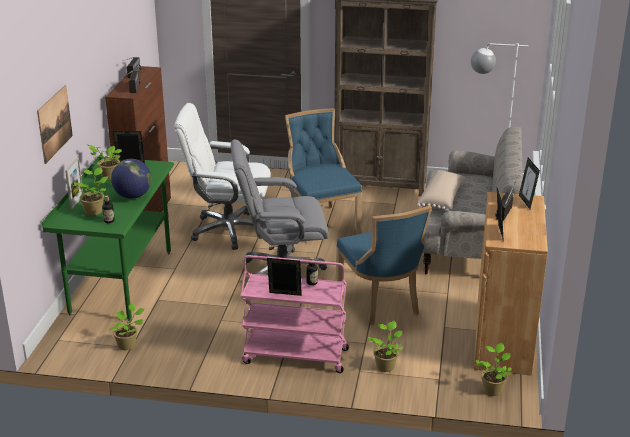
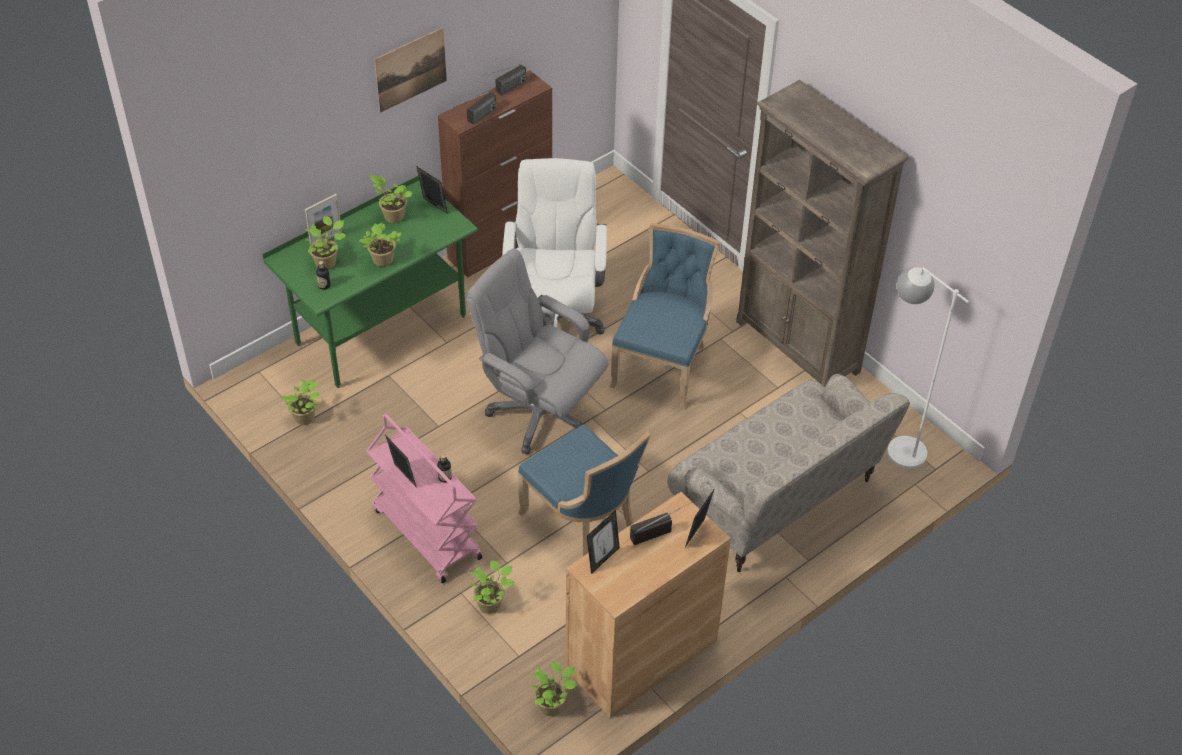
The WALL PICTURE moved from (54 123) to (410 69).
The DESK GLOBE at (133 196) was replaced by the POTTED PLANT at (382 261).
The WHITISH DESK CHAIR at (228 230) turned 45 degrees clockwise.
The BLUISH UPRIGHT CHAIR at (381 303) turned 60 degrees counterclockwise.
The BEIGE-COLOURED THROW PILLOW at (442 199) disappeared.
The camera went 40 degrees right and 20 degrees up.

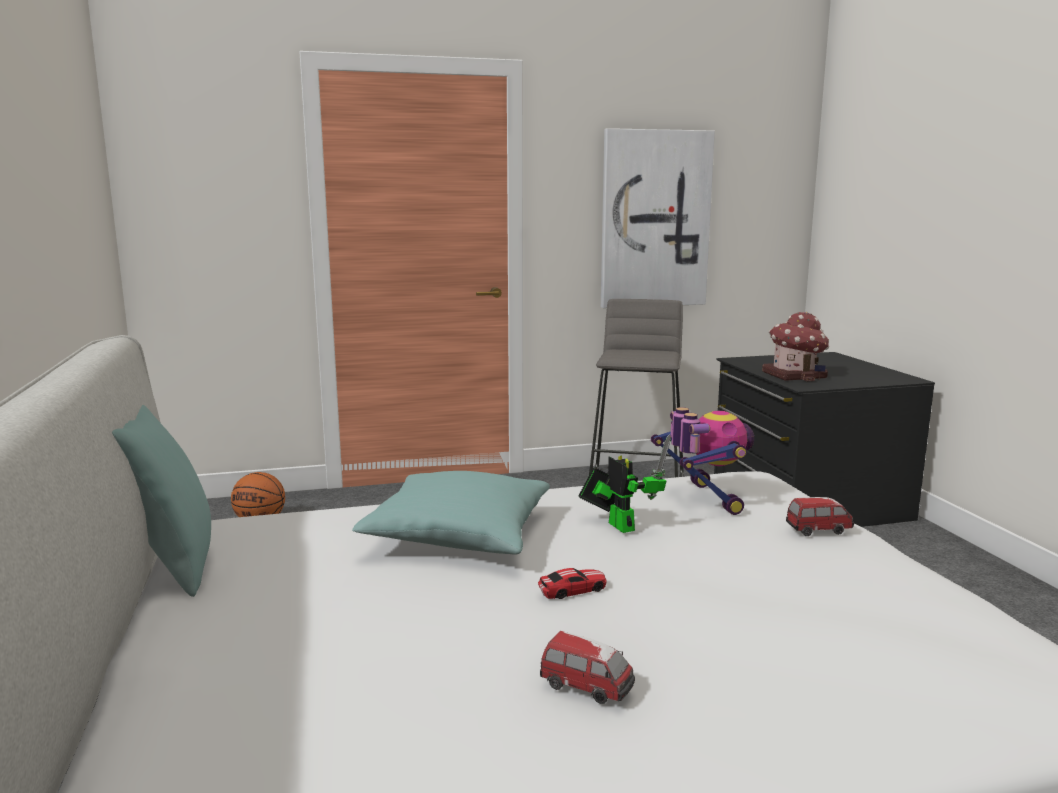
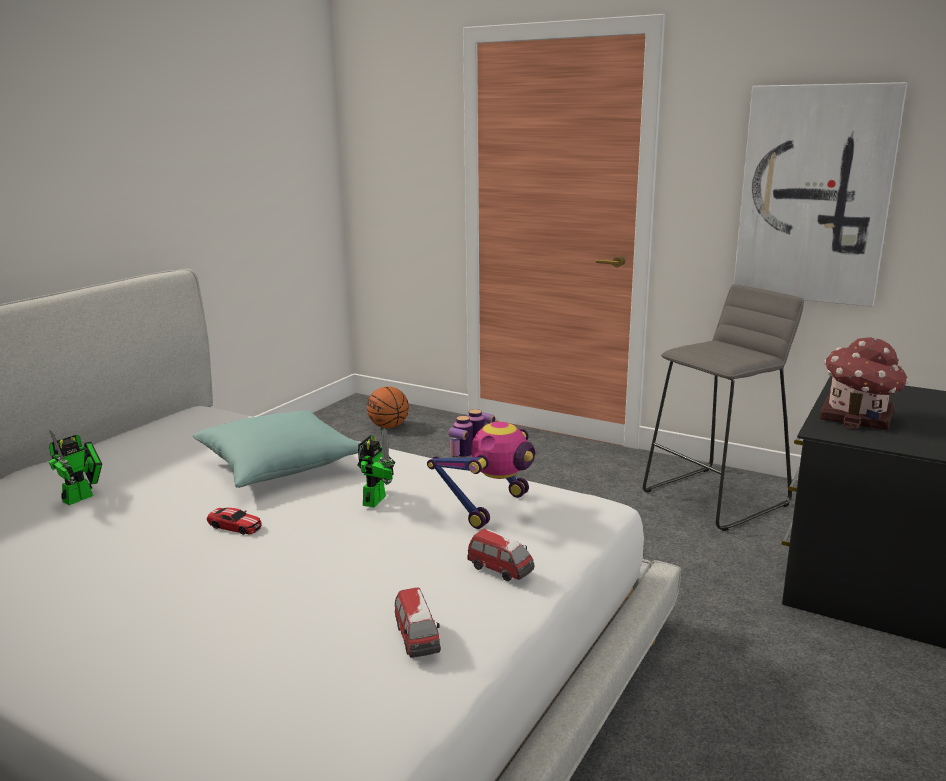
The TURQUOISE THROW PILLOW at (171 562) disappeared.
The MODEL CAR moved from (587 687) to (418 640).
The ROBOT FIGURE at (82 497) appeared.
The camera went 45 degrees right and 5 degrees up.

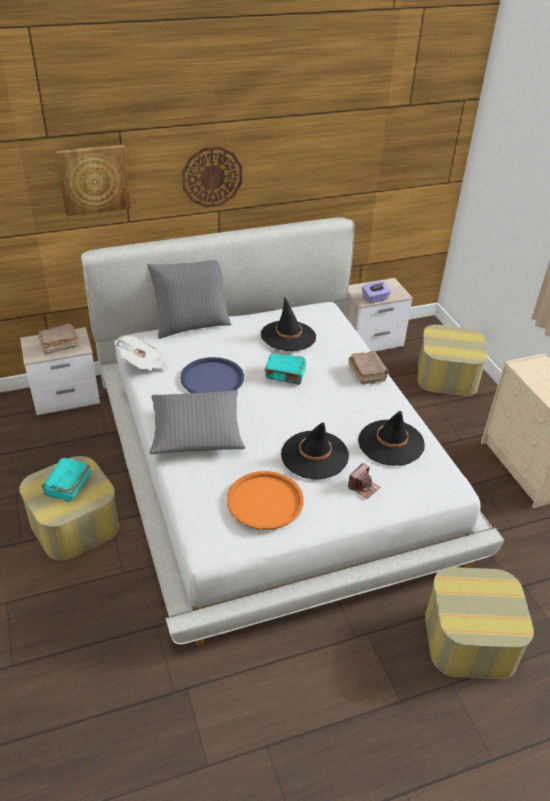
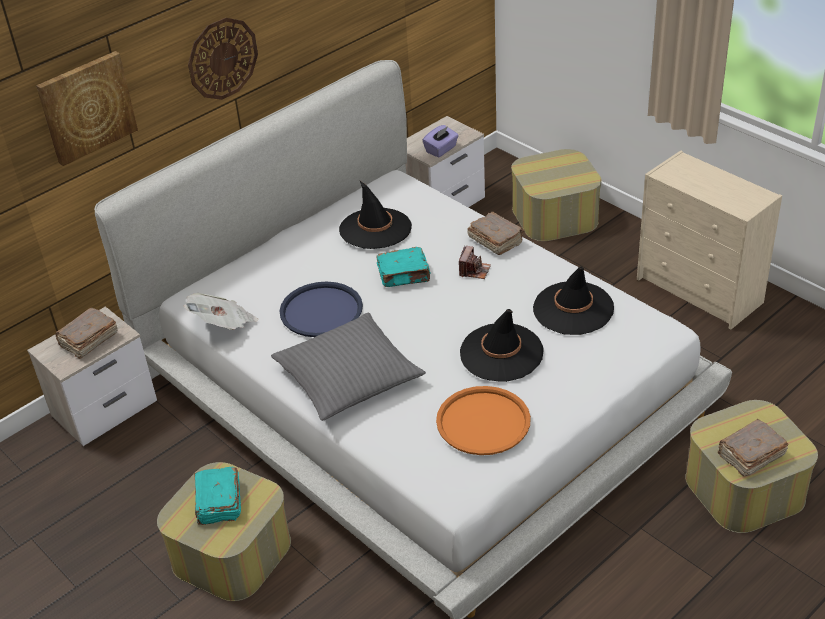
The GREYISH THROW PILLOW at (191 325) disappeared.
The STILL CAMERA moved from (363 487) to (474 270).
The BROWN BOOK at (750 456) appeared.
The camera went 20 degrees left and 0 degrees up.

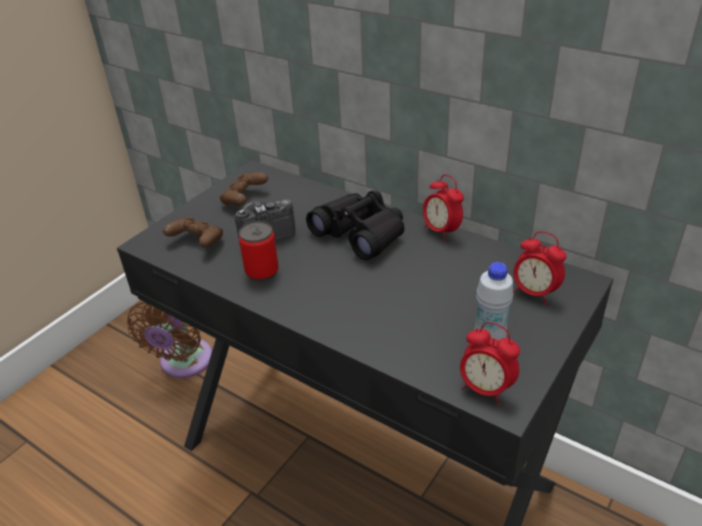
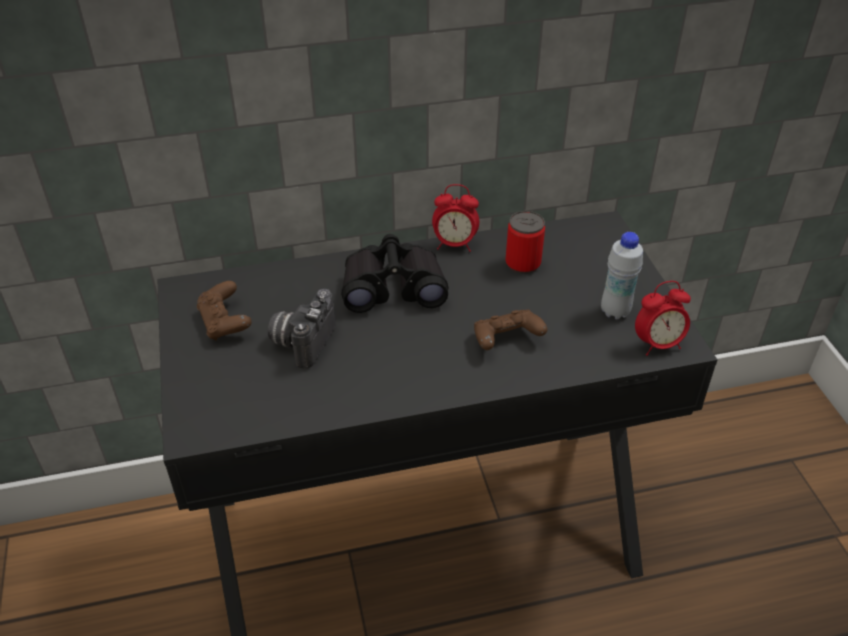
The BROWN COOLING FAN at (184 363) disappeared.
The BROWN GAME CONTROLLER moved from (197 243) to (506 341).
The SEALED CAN moved from (262 271) to (522 264).
The TABLE CLOCK at (534 293) disappeared.
The camera went 50 degrees left and 5 degrees up.

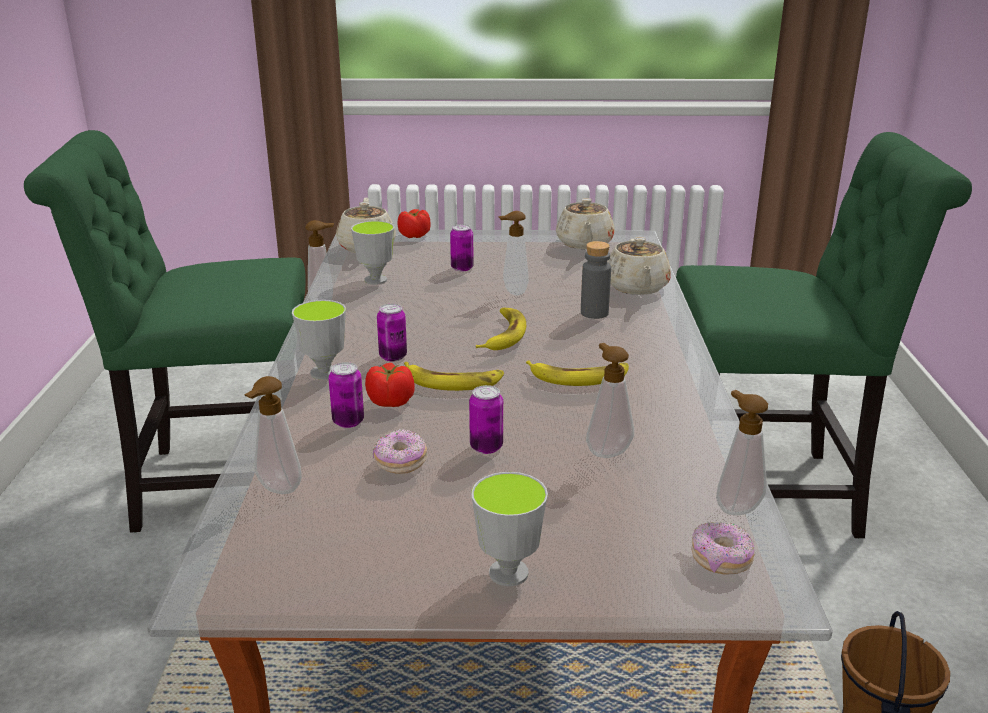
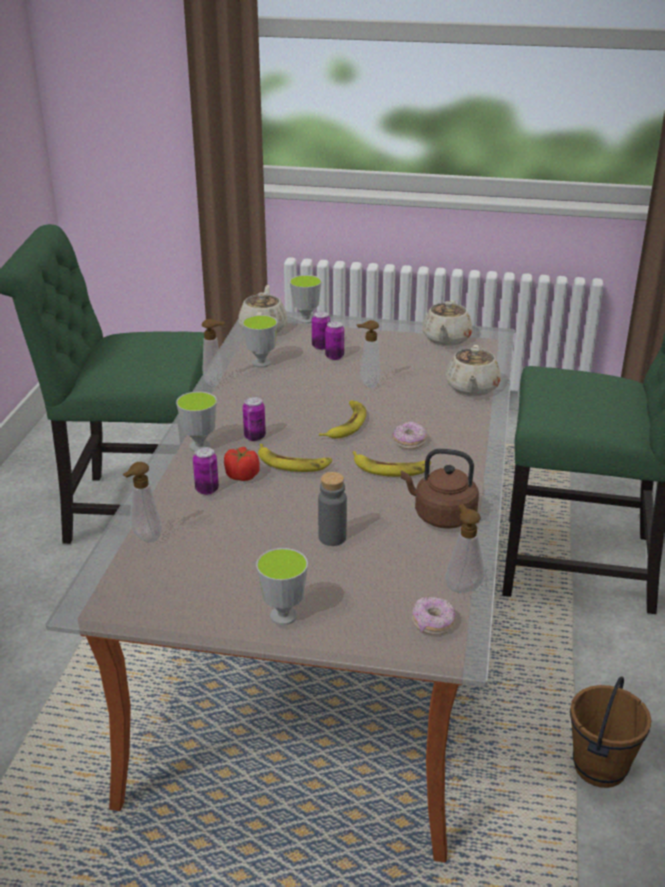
The RING DOUGHNUT moved from (400 462) to (409 442).
The TOMATO at (415 235) was replaced by the DRINKING CUP at (306 319).
The SEALED CAN moved from (486 447) to (321 346).
The GREYISH BOTTLE moved from (594 313) to (332 537).
The SOAP BOTTLE at (607 451) disappeared.
The BROWN WATER KETTLE at (441 516) appeared.
The camera went 10 degrees right and 5 degrees up.

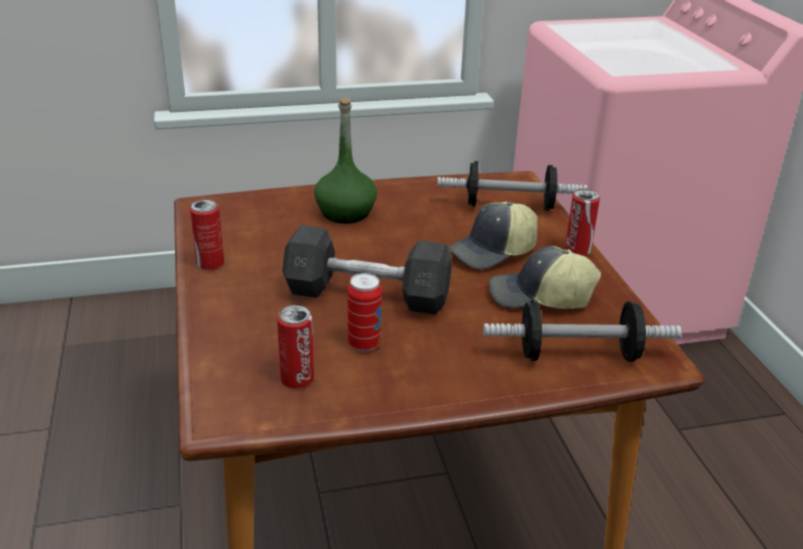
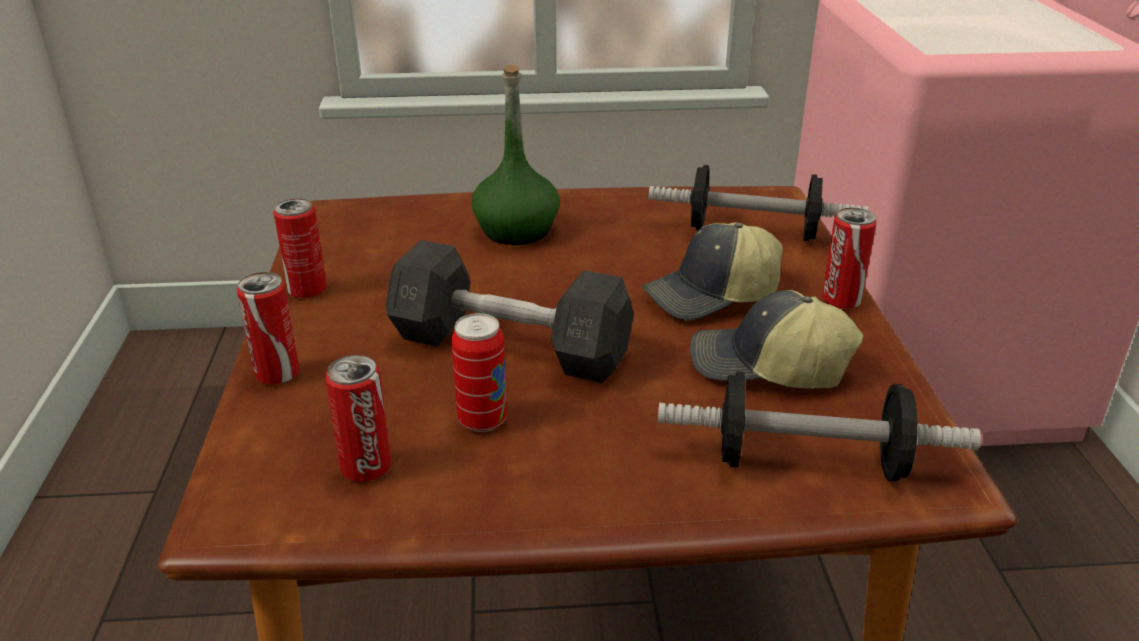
The SEALED CAN at (277 374) appeared.
The camera went 10 degrees right and 0 degrees up.

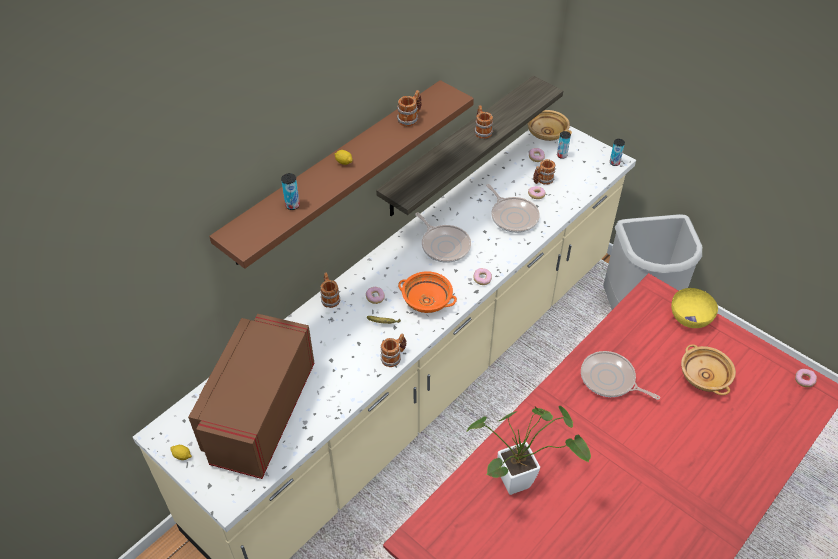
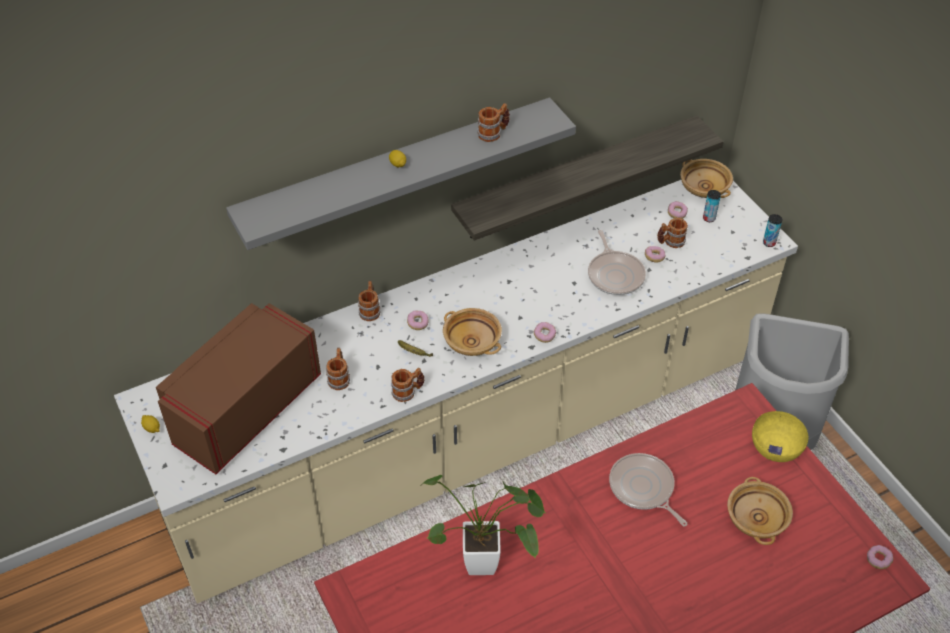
The BROWN SHELF at (336 171) became the GREYISH SHELF at (396 172).
The SEALED CAN at (292 205) disappeared.
The ORANGE-COLOURED SERVING BOWL at (427 300) became the BEIGE-COLOURED SERVING BOWL at (472 342).
The FRYING PAN at (444 245) disappeared.
The MUG moved from (482 131) to (339 377).
The camera went 20 degrees right and 0 degrees up.

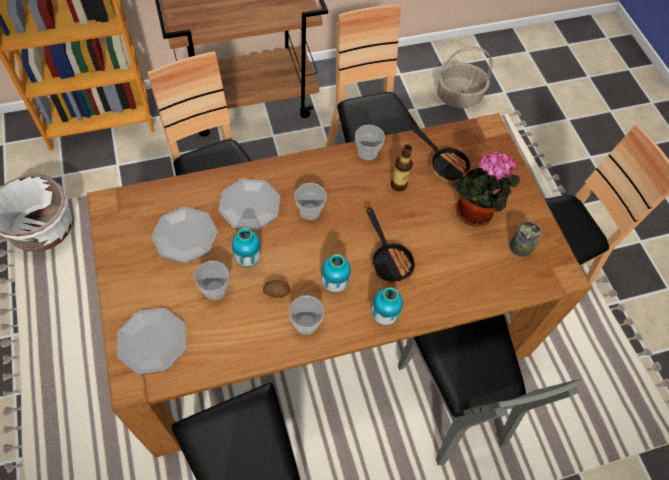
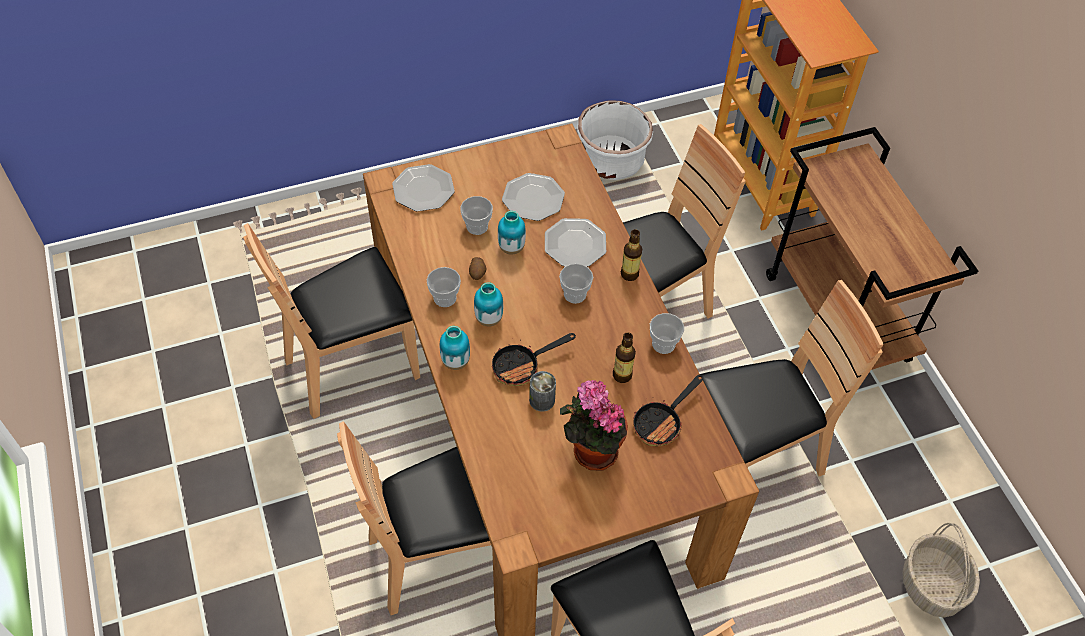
The GREYISH UPRIGHT CHAIR at (452 401) became the BROWN UPRIGHT CHAIR at (441 556).
The SEALED CAN moved from (520 247) to (542 400).
The BOTTLE at (629 274) appeared.
The camera went 90 degrees right and 5 degrees down.

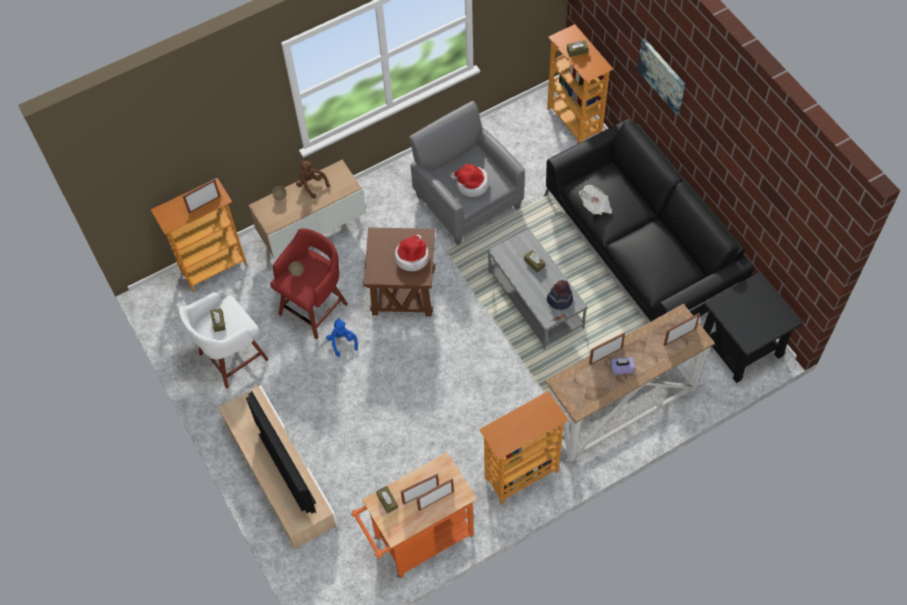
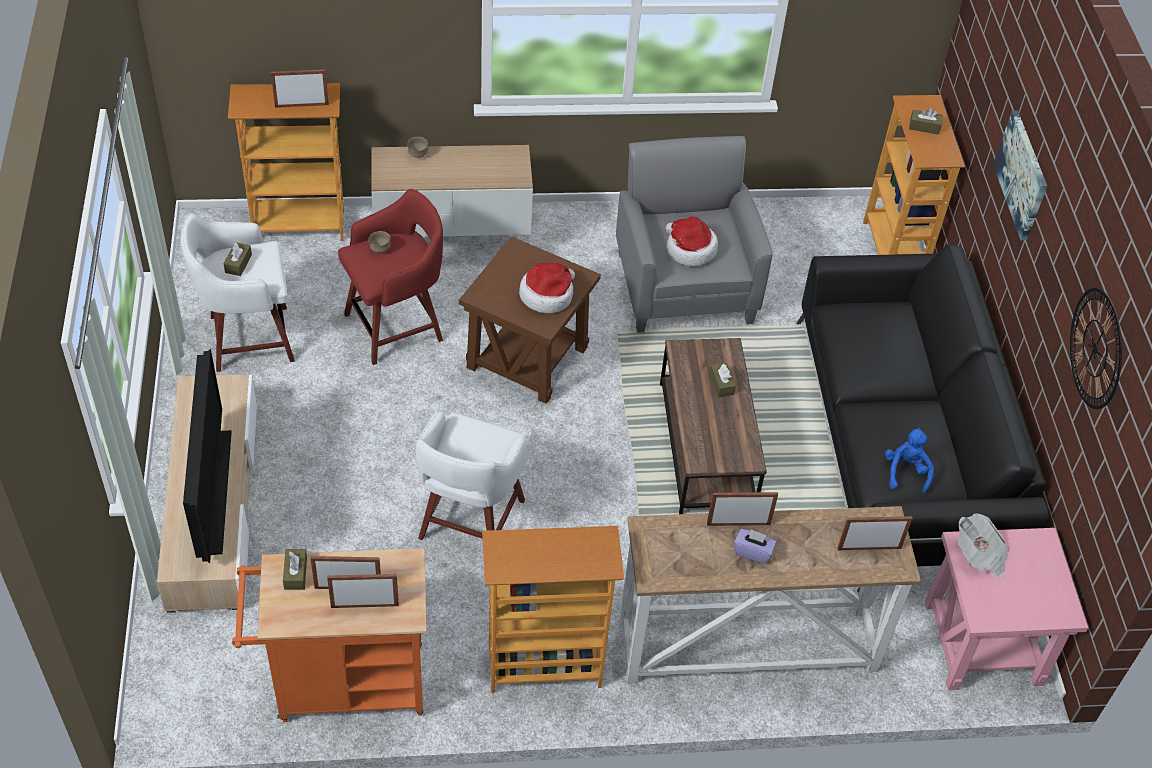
The BROWN CUDDLY TOY at (311 185) disappeared.
The BLUISH CUDDLY TOY moved from (342 342) to (906 472).
The GREYISH COFFEE TABLE at (536 299) became the BROWN COFFEE TABLE at (707 446).
The CLOTHING HAT at (559 300) disappeared.
The NEWSPAPER moved from (595 206) to (980 555).
The BLACKISH SIDE TABLE at (741 346) became the PINKISH SIDE TABLE at (984 643).
The WHITISH STOOL at (470 522) appeared.
The WALL CLOCK at (1095 348) appeared.
The camera went 20 degrees right and 10 degrees down.

